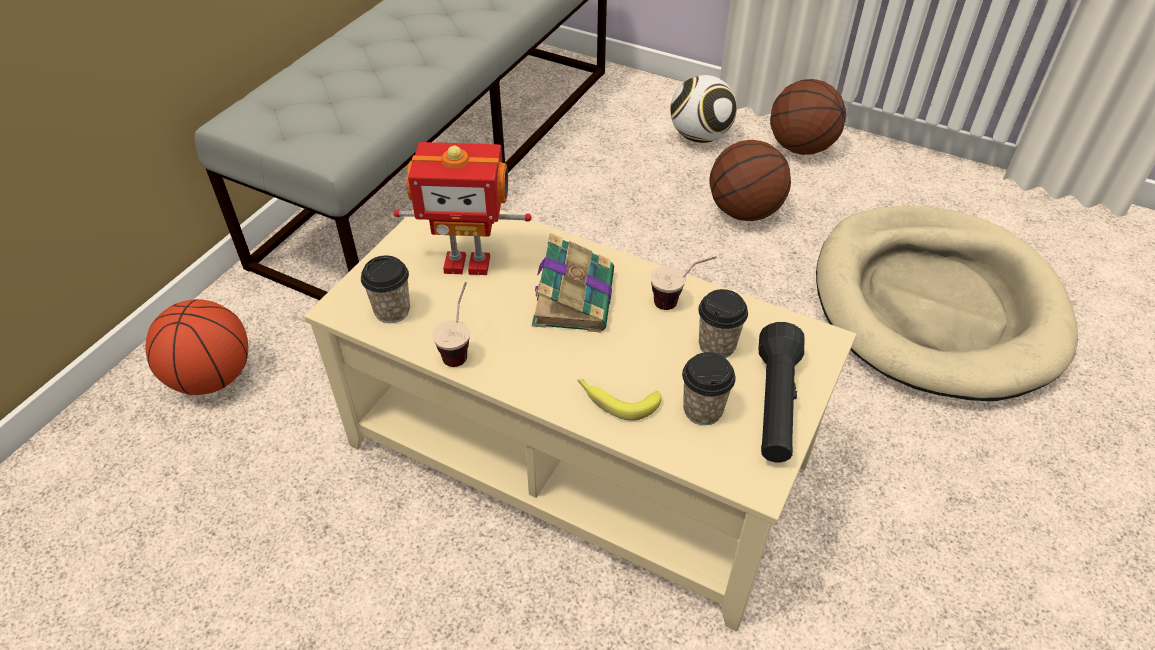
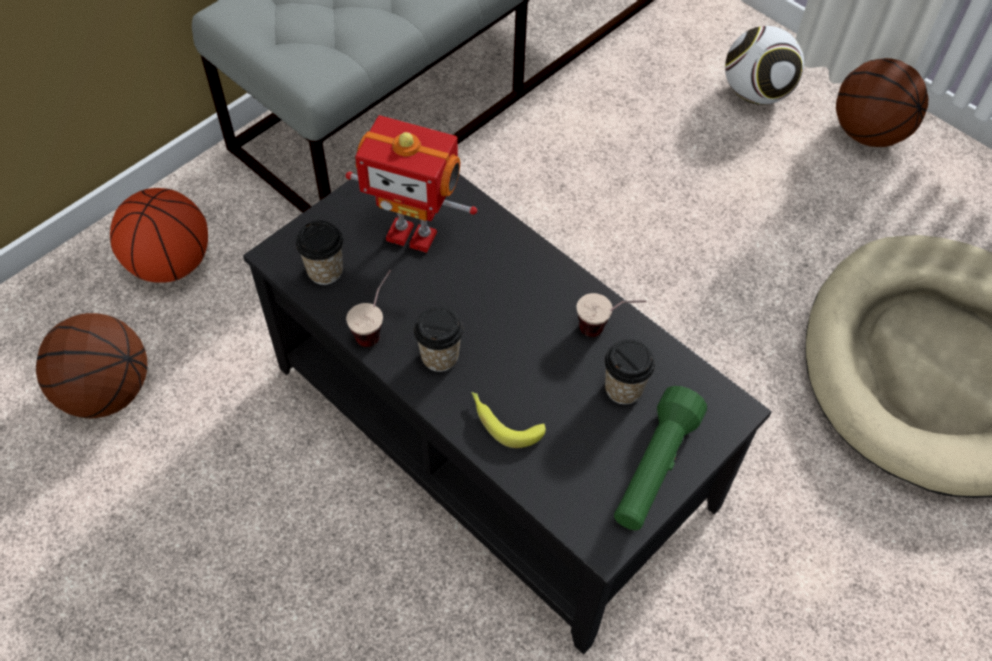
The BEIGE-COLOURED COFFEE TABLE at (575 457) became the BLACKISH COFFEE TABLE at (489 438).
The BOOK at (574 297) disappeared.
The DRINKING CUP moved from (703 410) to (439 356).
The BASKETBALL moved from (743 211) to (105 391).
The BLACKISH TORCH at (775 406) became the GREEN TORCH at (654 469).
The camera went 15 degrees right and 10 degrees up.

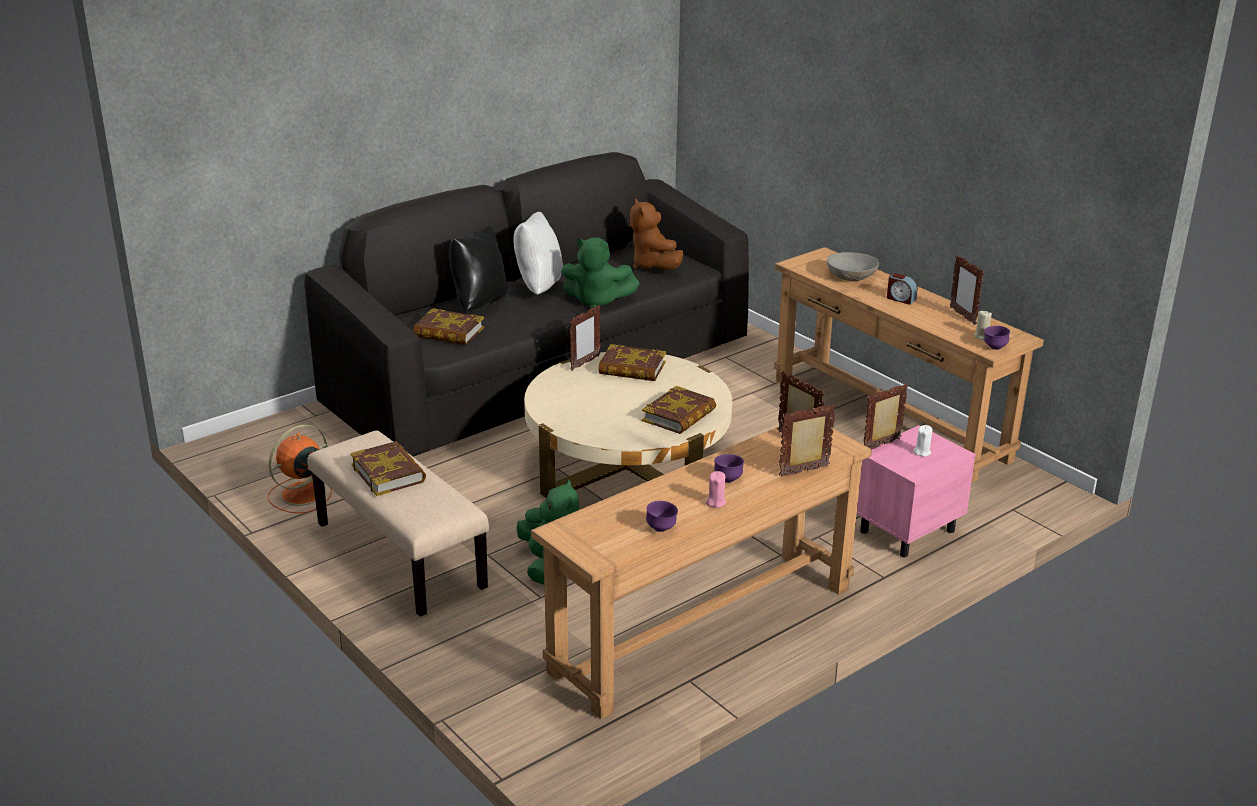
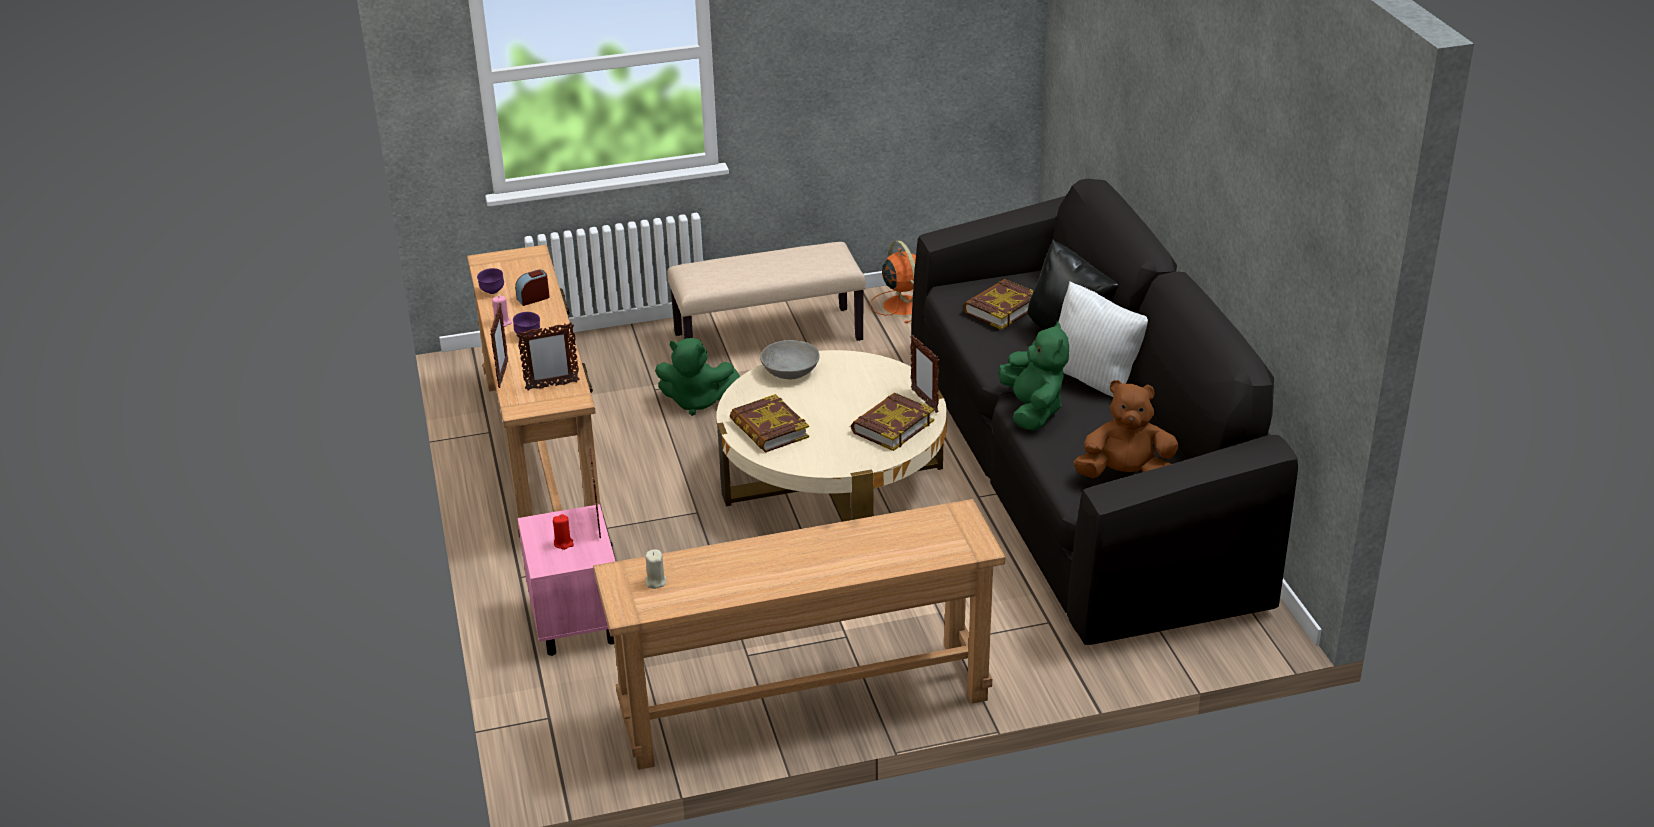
The BOOK at (389 473) disappeared.
The GREEN CUDDLY TOY at (597 301) turned 135 degrees clockwise.
The GREYISH SERVING BOWL moved from (851 276) to (790 371).
The TABLE CLOCK moved from (900 299) to (533 298).
The WHITISH WAX CANDLE at (922 452) became the RED WAX CANDLE at (563 543).
The PICTURE FRAME at (962 316) disappeared.
The PURPLE SERVING BOWL at (994 348) disappeared.
The camera went 115 degrees right and 5 degrees up.

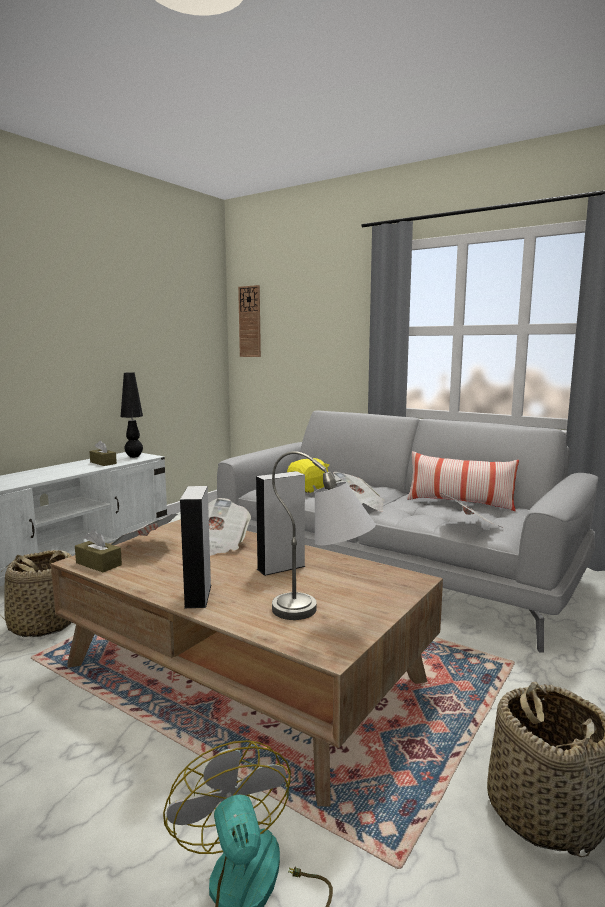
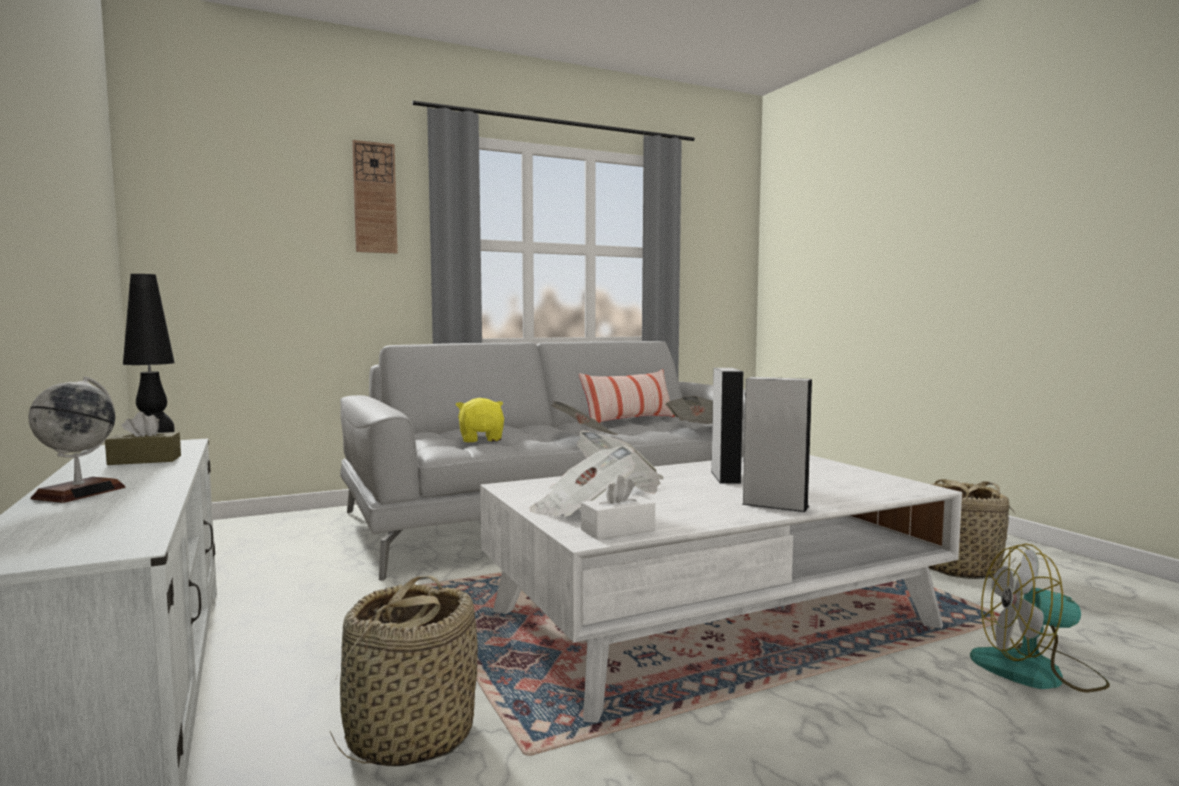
The BROWN COFFEE TABLE at (243 674) became the WHITISH COFFEE TABLE at (714 619).
The BROWN BOX OF TISSUES at (98 564) became the WHITISH BOX OF TISSUES at (618 530).
The WALL CLOCK moved from (250 321) to (375 198).
The GREYISH TABLETOP LAMP at (323 615) disappeared.
The DESK GLOBE at (79 493) appeared.
The camera went 60 degrees left and 5 degrees down.

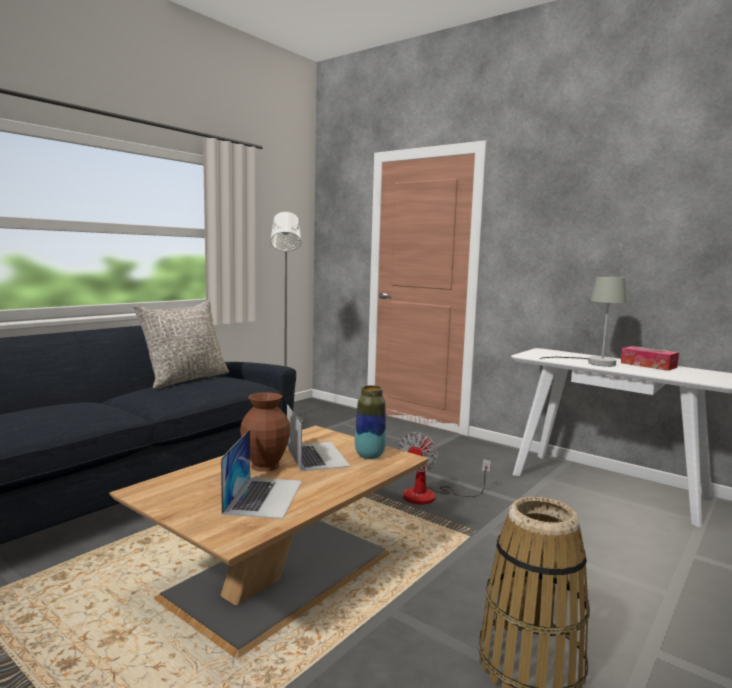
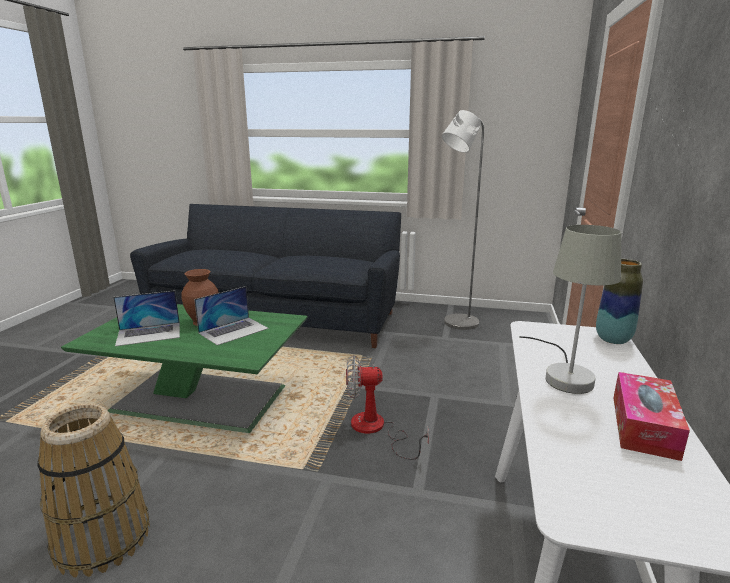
The BROWN COFFEE TABLE at (284 572) became the GREEN COFFEE TABLE at (203 398).
The GREYISH THROW PILLOW at (185 379) disappeared.
The DECORATIVE VASE moved from (369 456) to (613 339).
The camera went 65 degrees right and 10 degrees up.

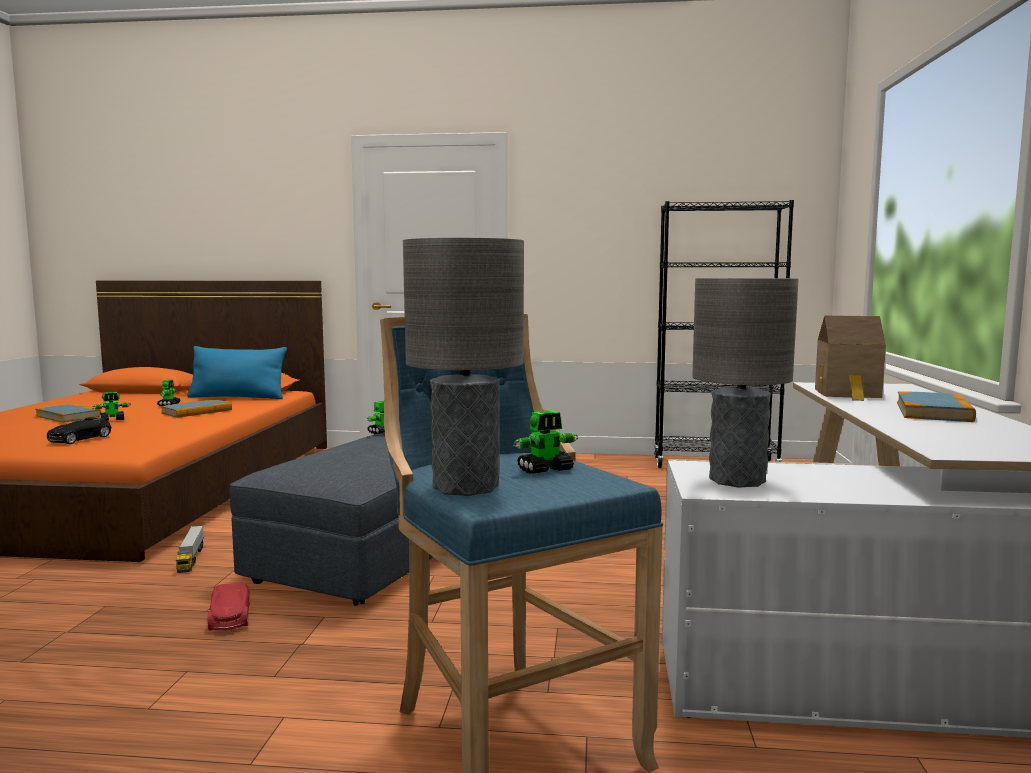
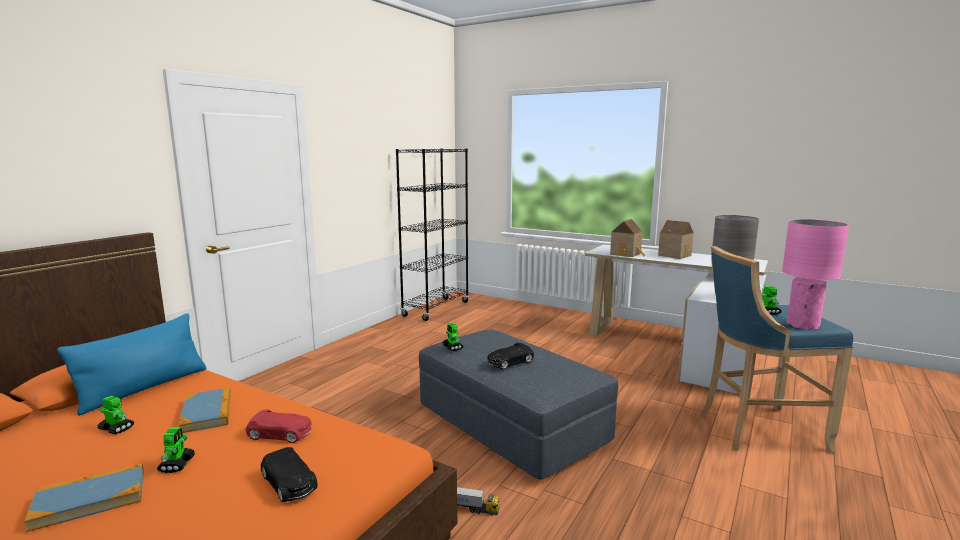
The RED MODEL CAR moved from (230 617) to (280 434).
The GREYISH TABLETOP LAMP at (465 487) became the PINKISH TABLETOP LAMP at (803 325).
The BOOK at (933 411) was replaced by the TOY HOUSE at (675 255).
The BLACKISH MODEL CAR at (509 362) appeared.
The camera went 65 degrees left and 5 degrees up.

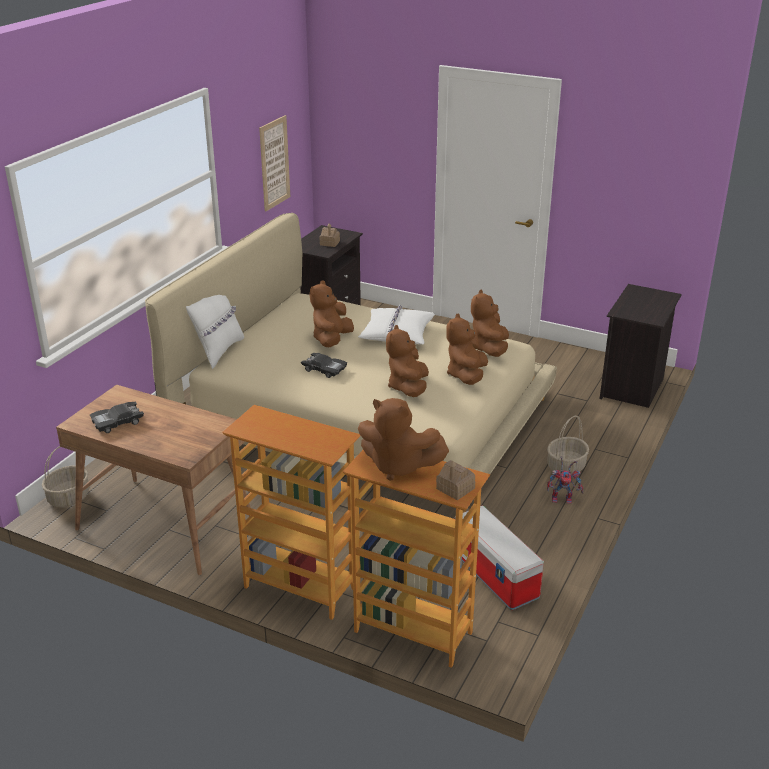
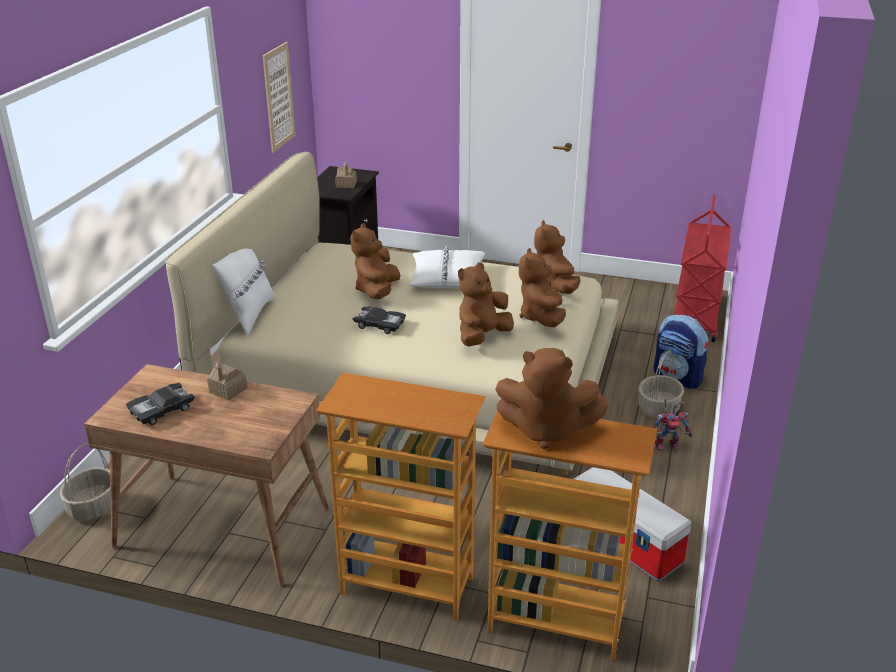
The BROWN CUDDLY TOY at (408 387) turned 45 degrees clockwise.
The TOY HOUSE moved from (455 488) to (228 390).
The BLACKISH BEDSIDE TABLE at (633 388) was replaced by the RED WHEELED CART at (697 316).
The BACKPACK at (678 377) appeared.
The camera went 10 degrees left and 0 degrees up.

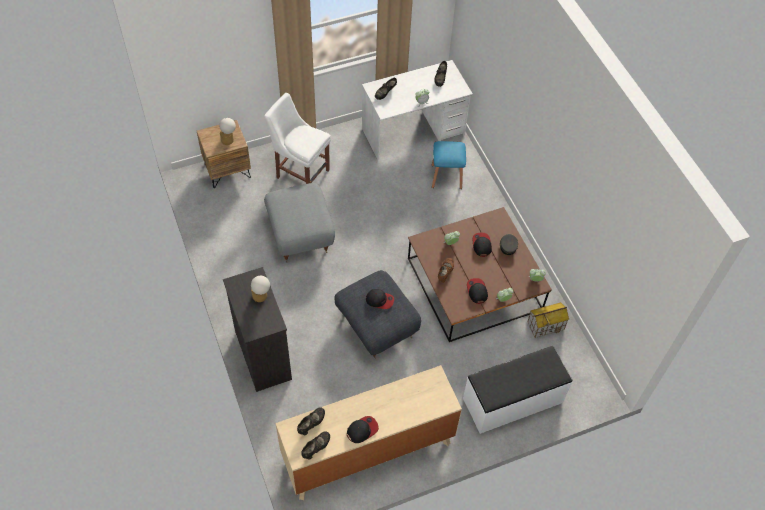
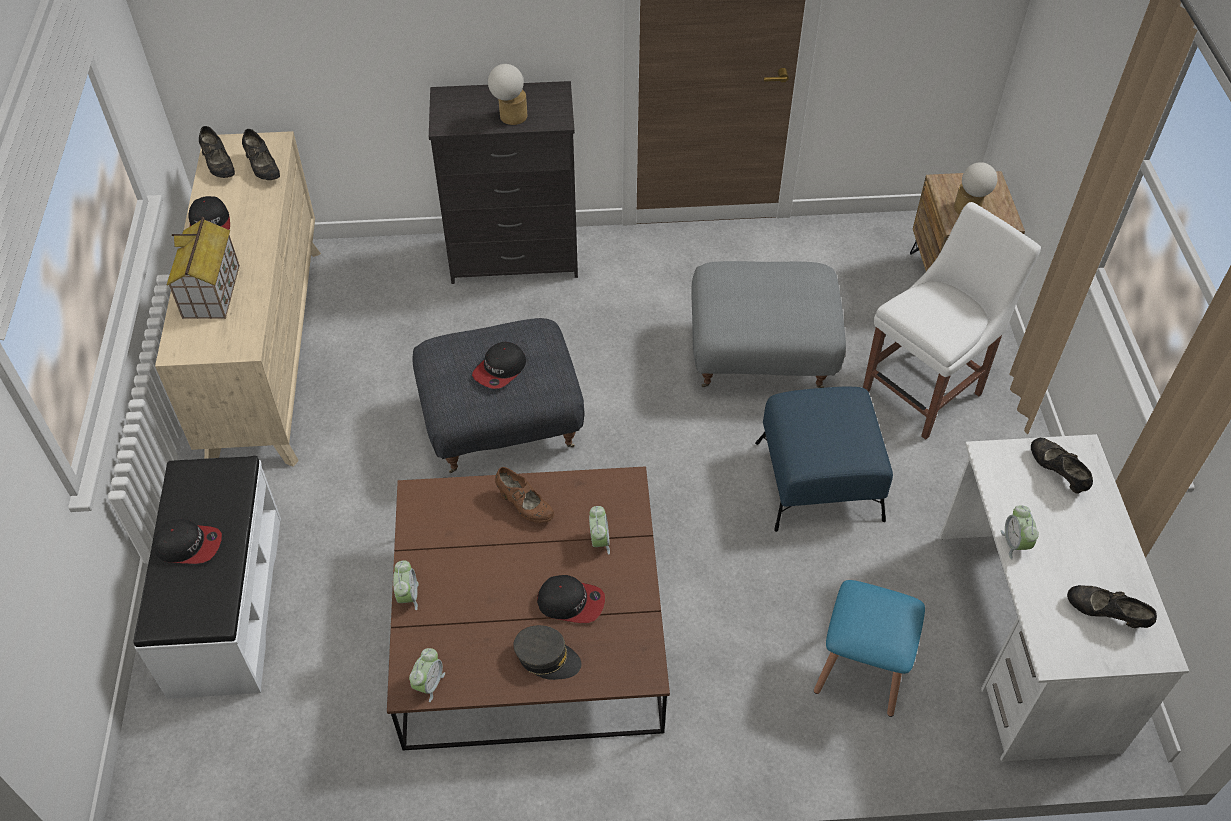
The PEAKED CAP moved from (477 291) to (189 545).
The TOY HOUSE moved from (546 325) to (211 292).
The BLUISH POUFFE at (818 481) appeared.
The camera went 110 degrees right and 5 degrees down.

